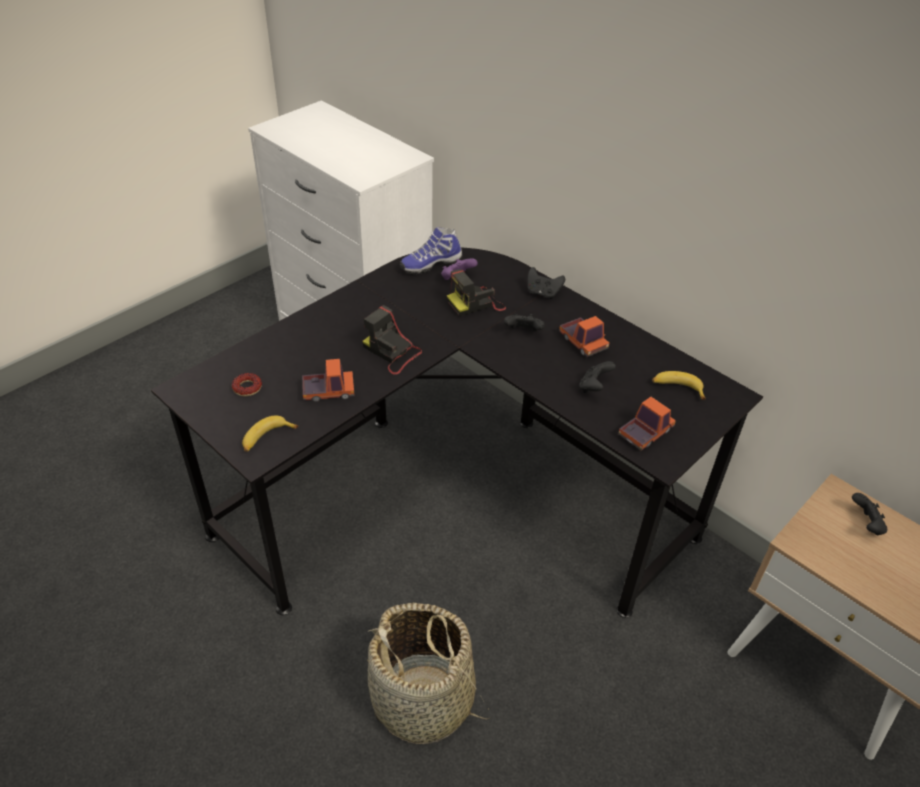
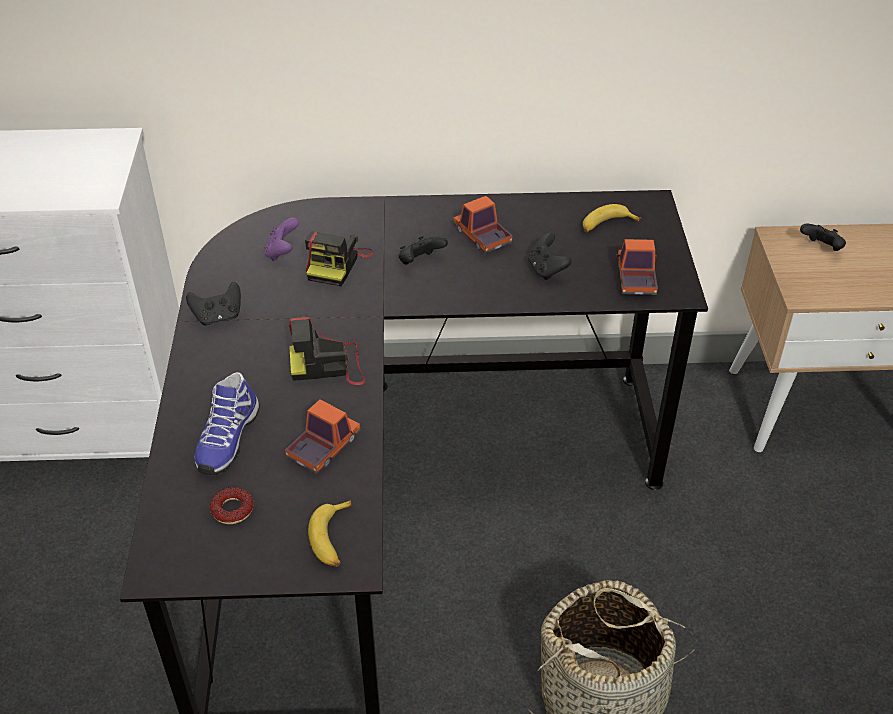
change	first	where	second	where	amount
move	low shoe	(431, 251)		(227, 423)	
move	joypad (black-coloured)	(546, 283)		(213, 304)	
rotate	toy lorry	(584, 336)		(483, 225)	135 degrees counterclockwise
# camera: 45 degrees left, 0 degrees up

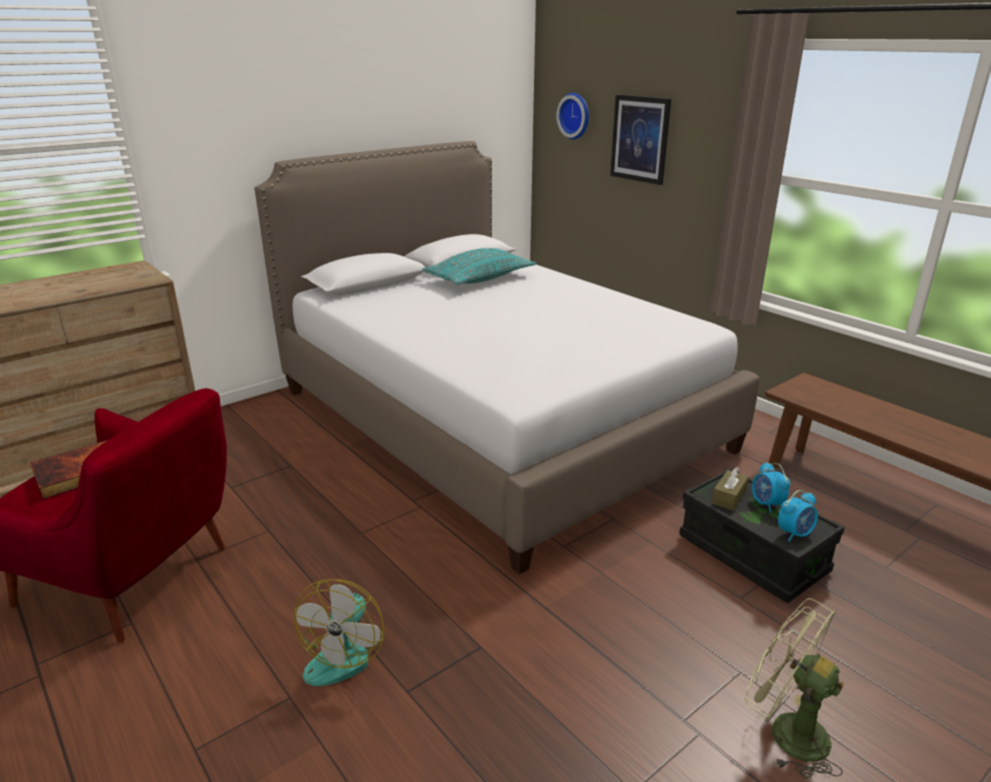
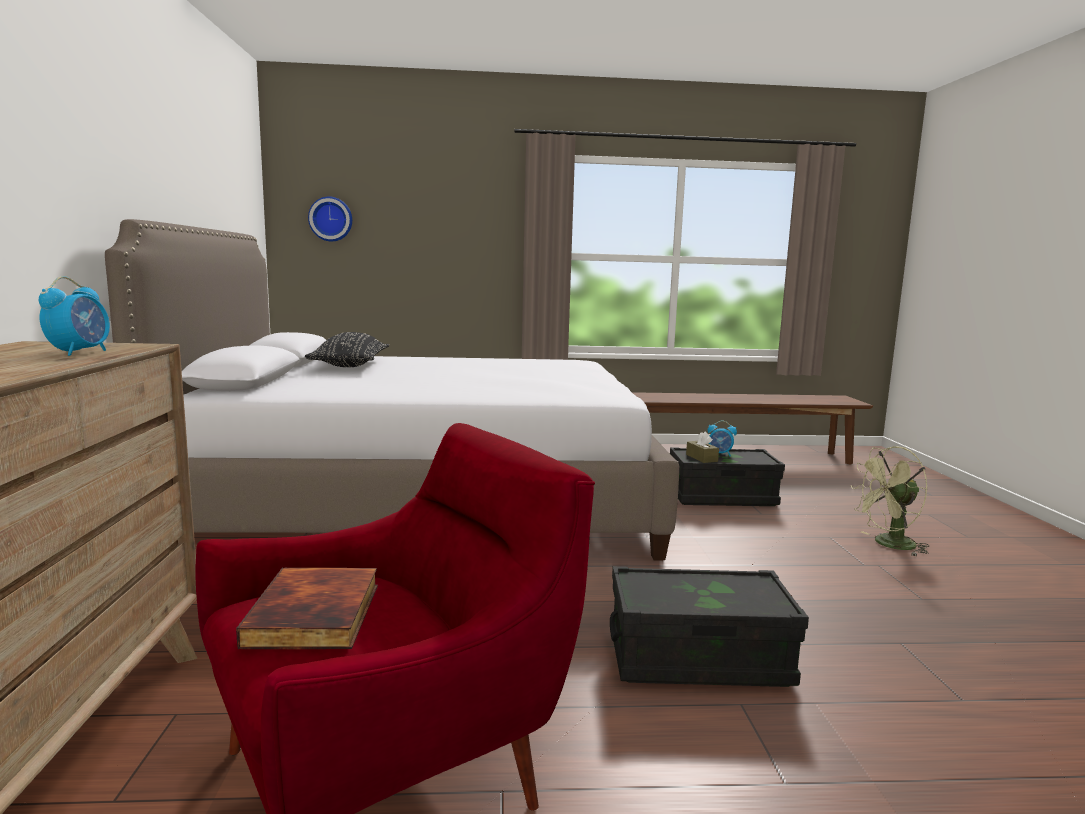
change	first	where	second	where	amount
delete	wall picture	(640, 140)			
recolor	throw pillow (blue-green)	(479, 266)	throw pillow (black-coloured)	(347, 349)	
move	bedside clock	(798, 516)		(74, 316)	
replace	fan	(339, 632)	storage box (black-coloured)	(709, 626)	
# camera: 55 degrees left, 15 degrees down

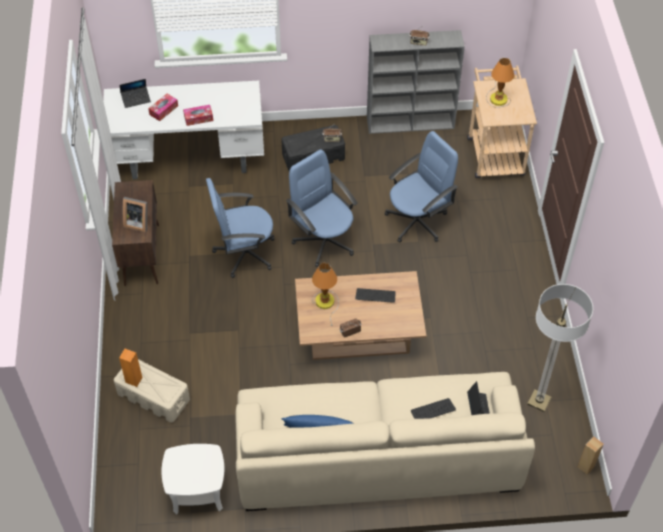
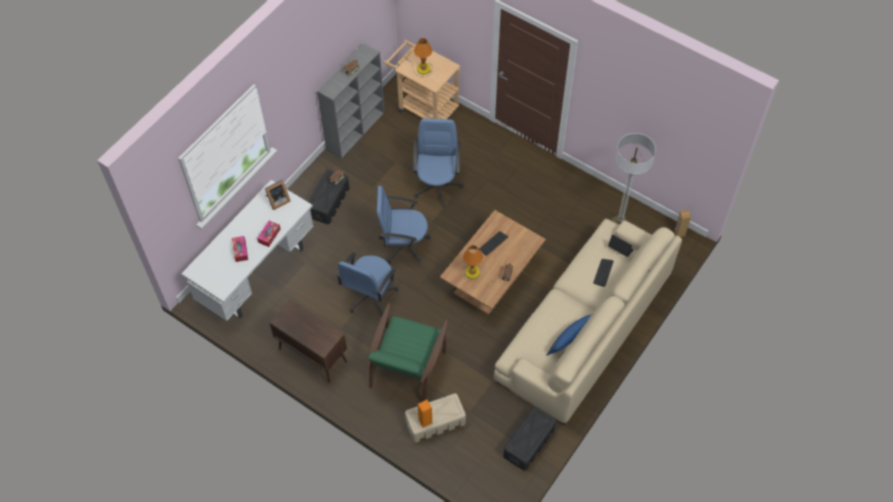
change	first	where	second	where	amount
delete	portable computer	(135, 93)			
move	picture frame	(135, 215)		(277, 194)	
replace	end table (whitish)	(192, 479)	storage box (black-coloured)	(530, 439)	
insert			lounge chair (green-coloured)	(407, 352)	
# camera: 50 degrees left, 5 degrees up

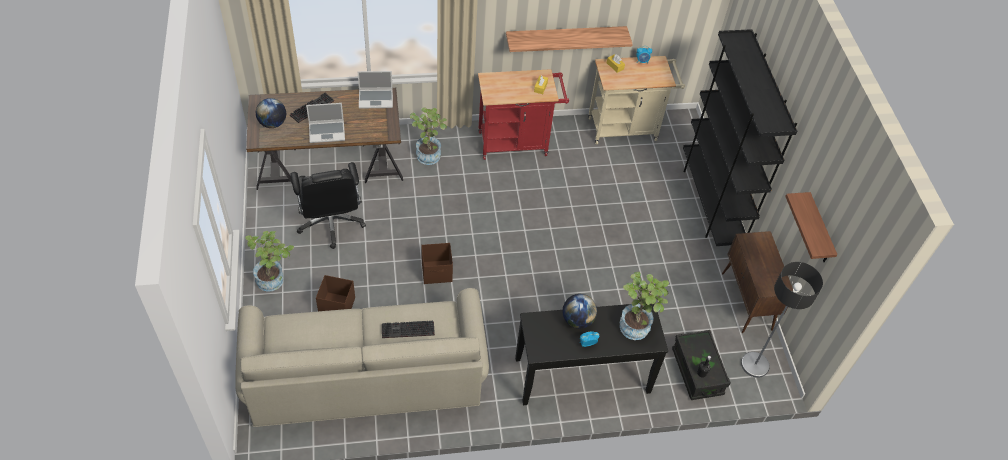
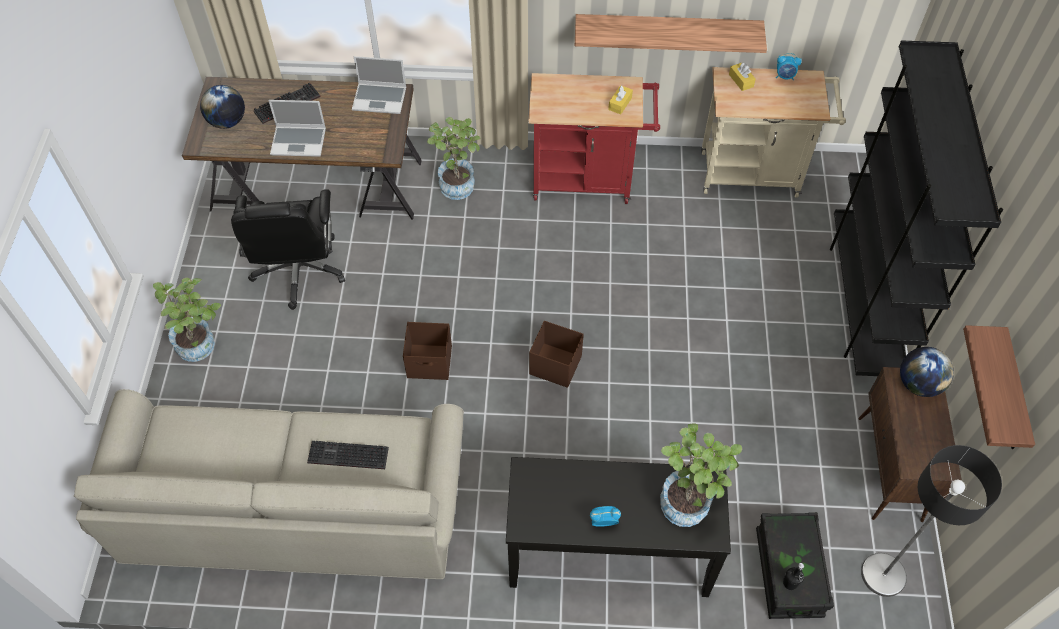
change	first	where	second	where	amount
move	storage box (brown)	(335, 293)		(556, 354)	
move	globe	(579, 311)		(927, 372)	
# camera: 15 degrees right, 5 degrees up

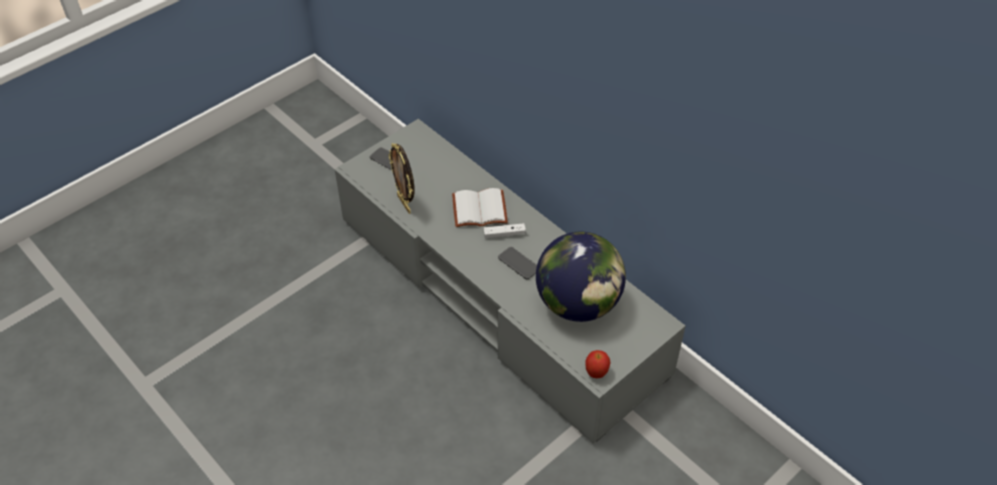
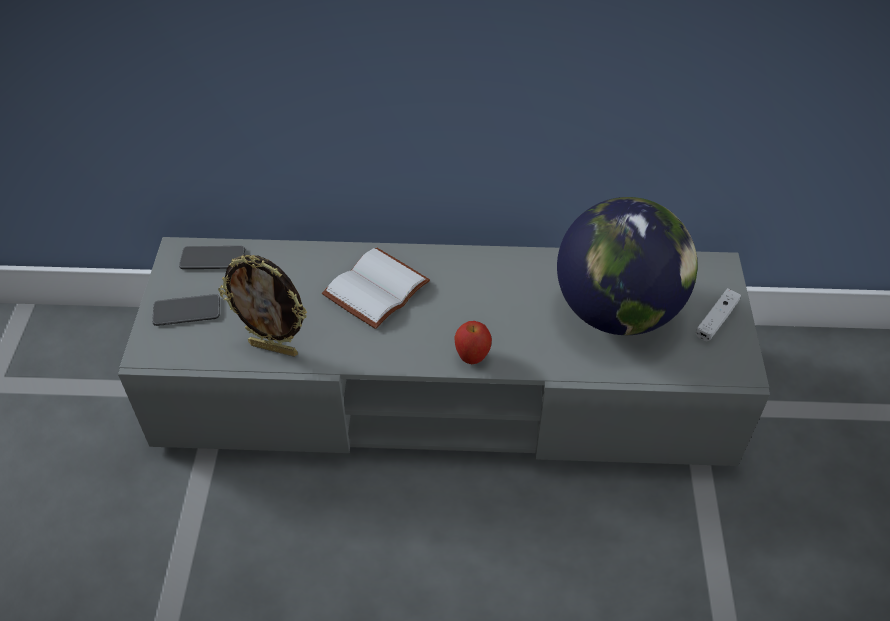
change	first	where	second	where	amount
move	joypad (whitish)	(504, 231)		(718, 314)	
move	phone	(517, 263)		(212, 257)	
move	apple fruit	(597, 364)		(473, 342)	
# camera: 45 degrees left, 0 degrees up

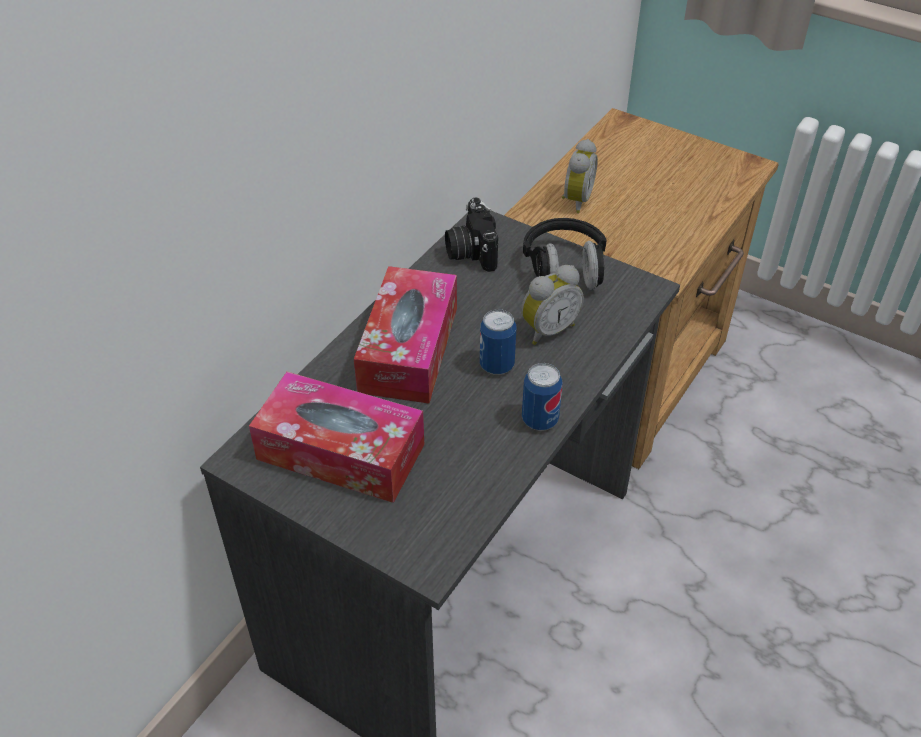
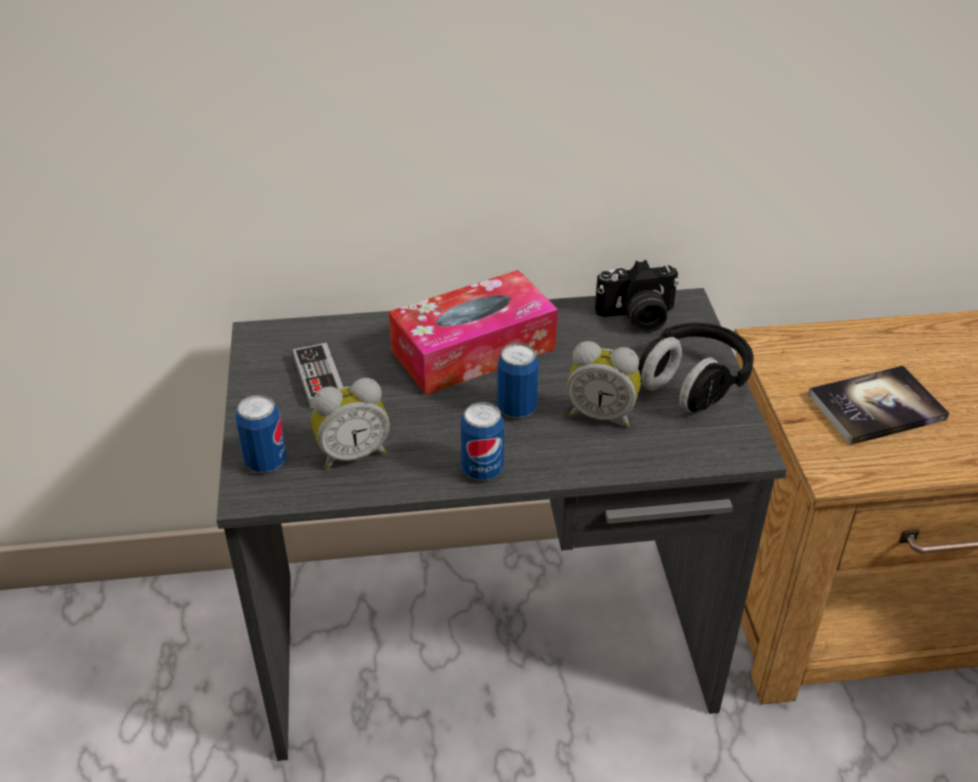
change	first	where	second	where	amount
move	bedside clock	(580, 176)		(350, 423)	
rotate	photo camera	(471, 234)		(637, 296)	135 degrees counterclockwise
replace	tissue box	(336, 437)	joypad	(318, 375)	
insert			volume	(878, 405)	
insert			can	(260, 434)	
# camera: 50 degrees right, 5 degrees down

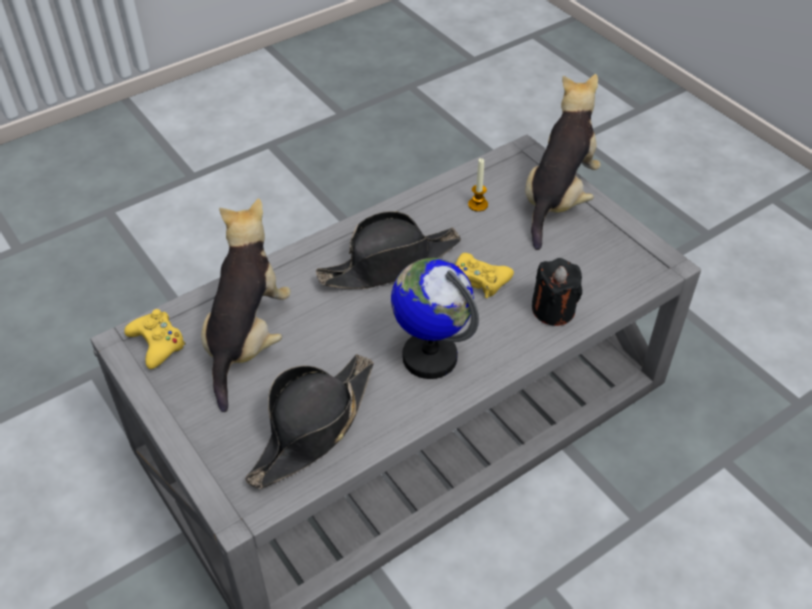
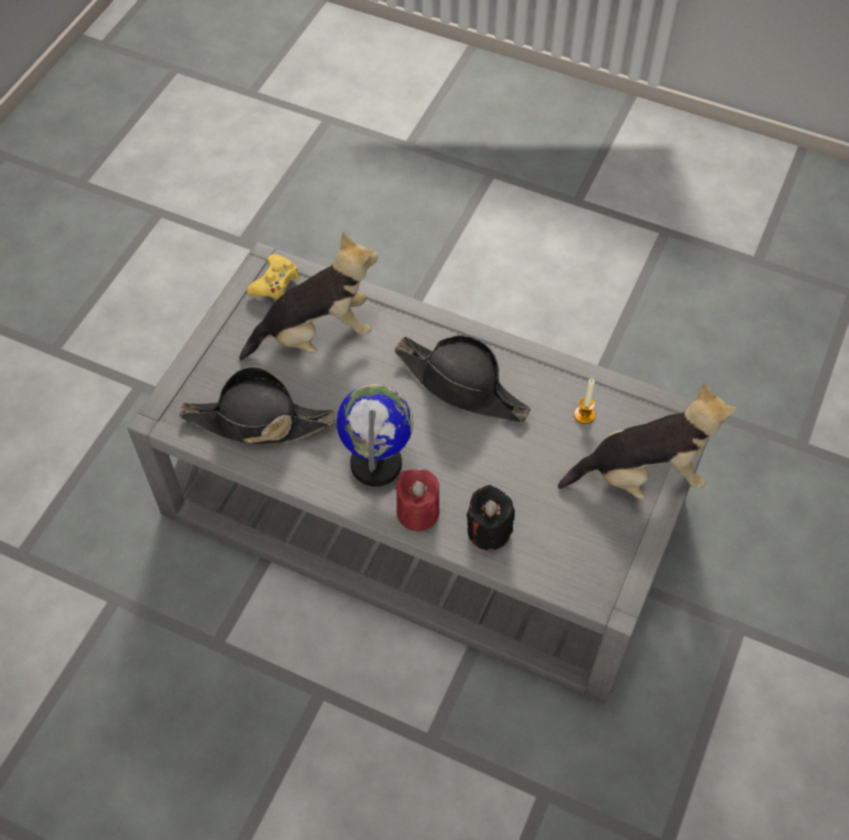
change	first	where	second	where	amount
delete	joypad (yellowish)	(484, 275)			
insert			wax light (red)	(417, 500)	
# camera: 60 degrees right, 10 degrees up

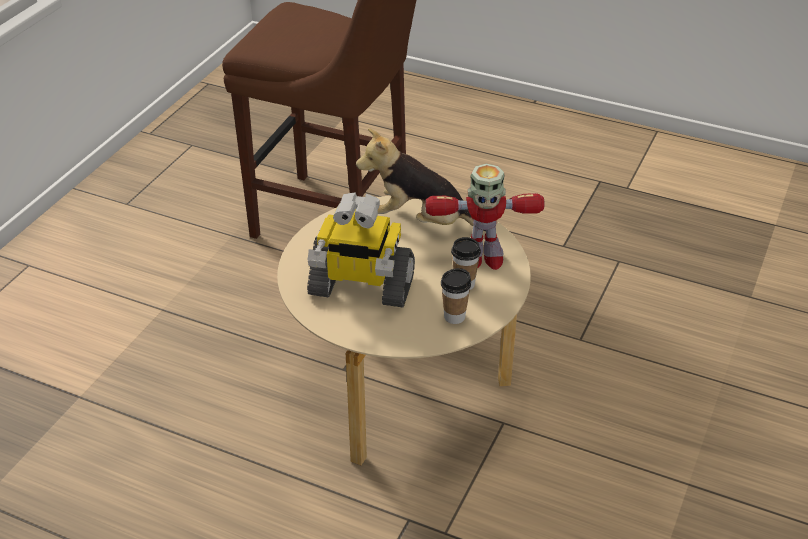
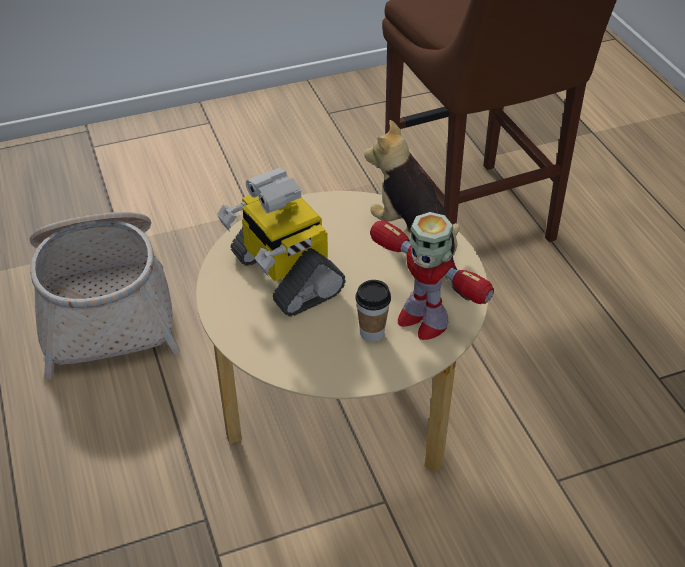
change	first	where	second	where	amount
delete	drinking cup	(456, 296)			
insert			household basket	(105, 296)	
# camera: 45 degrees right, 5 degrees up

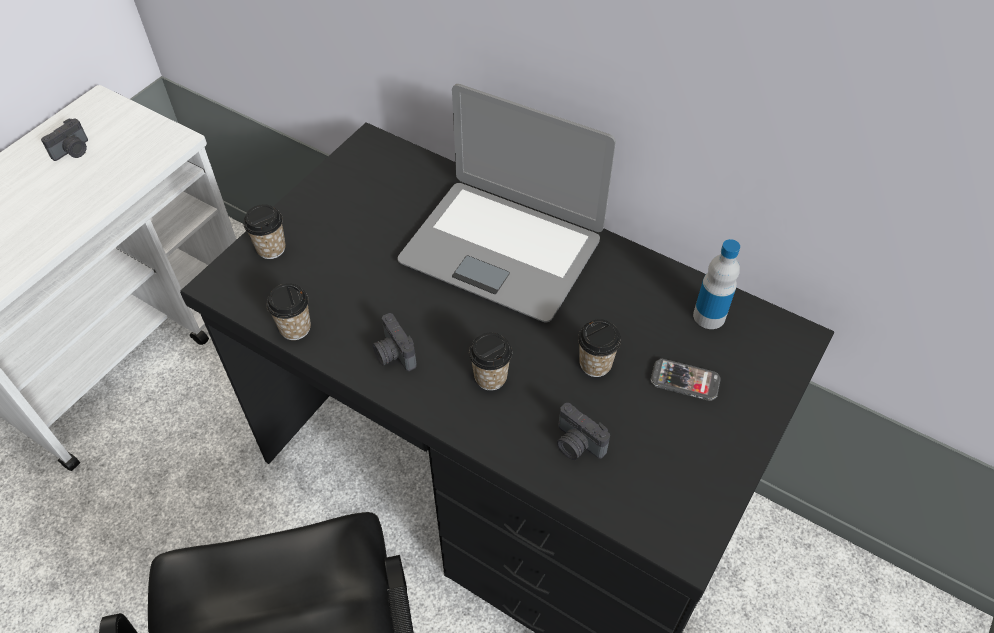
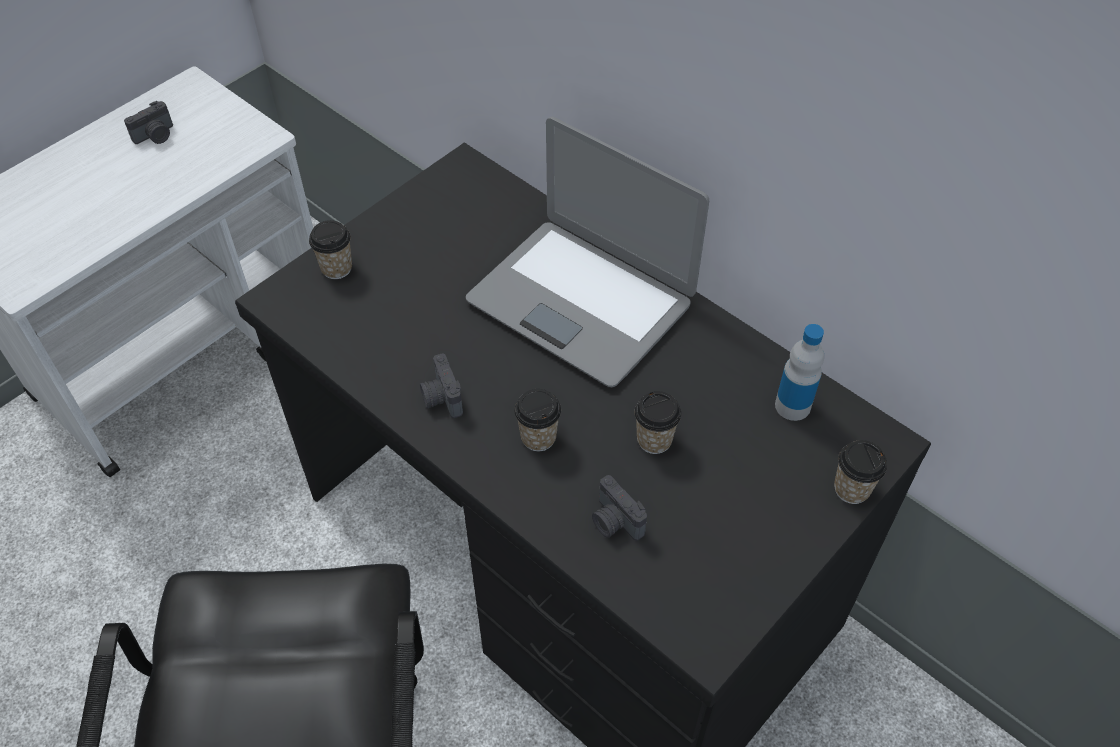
change	first	where	second	where	amount
move	drinking cup	(288, 311)		(860, 472)	
delete	phone	(685, 379)			
# camera: 10 degrees right, 0 degrees up

